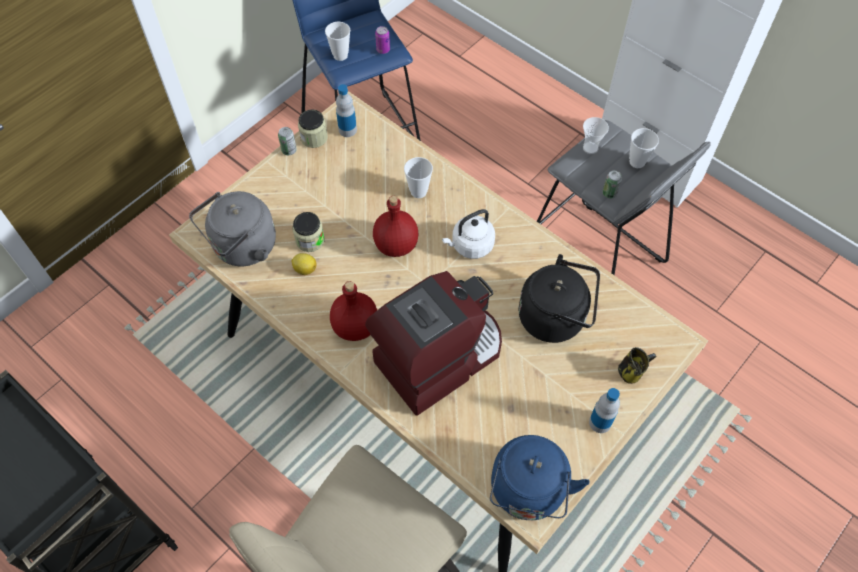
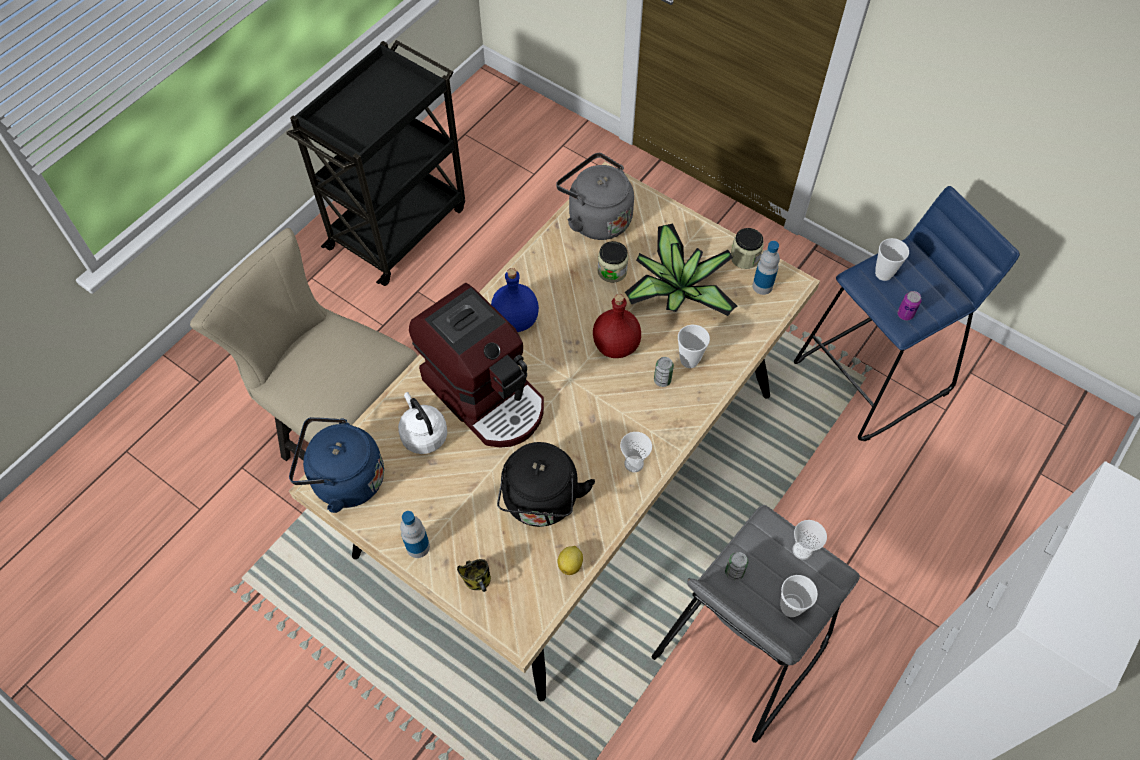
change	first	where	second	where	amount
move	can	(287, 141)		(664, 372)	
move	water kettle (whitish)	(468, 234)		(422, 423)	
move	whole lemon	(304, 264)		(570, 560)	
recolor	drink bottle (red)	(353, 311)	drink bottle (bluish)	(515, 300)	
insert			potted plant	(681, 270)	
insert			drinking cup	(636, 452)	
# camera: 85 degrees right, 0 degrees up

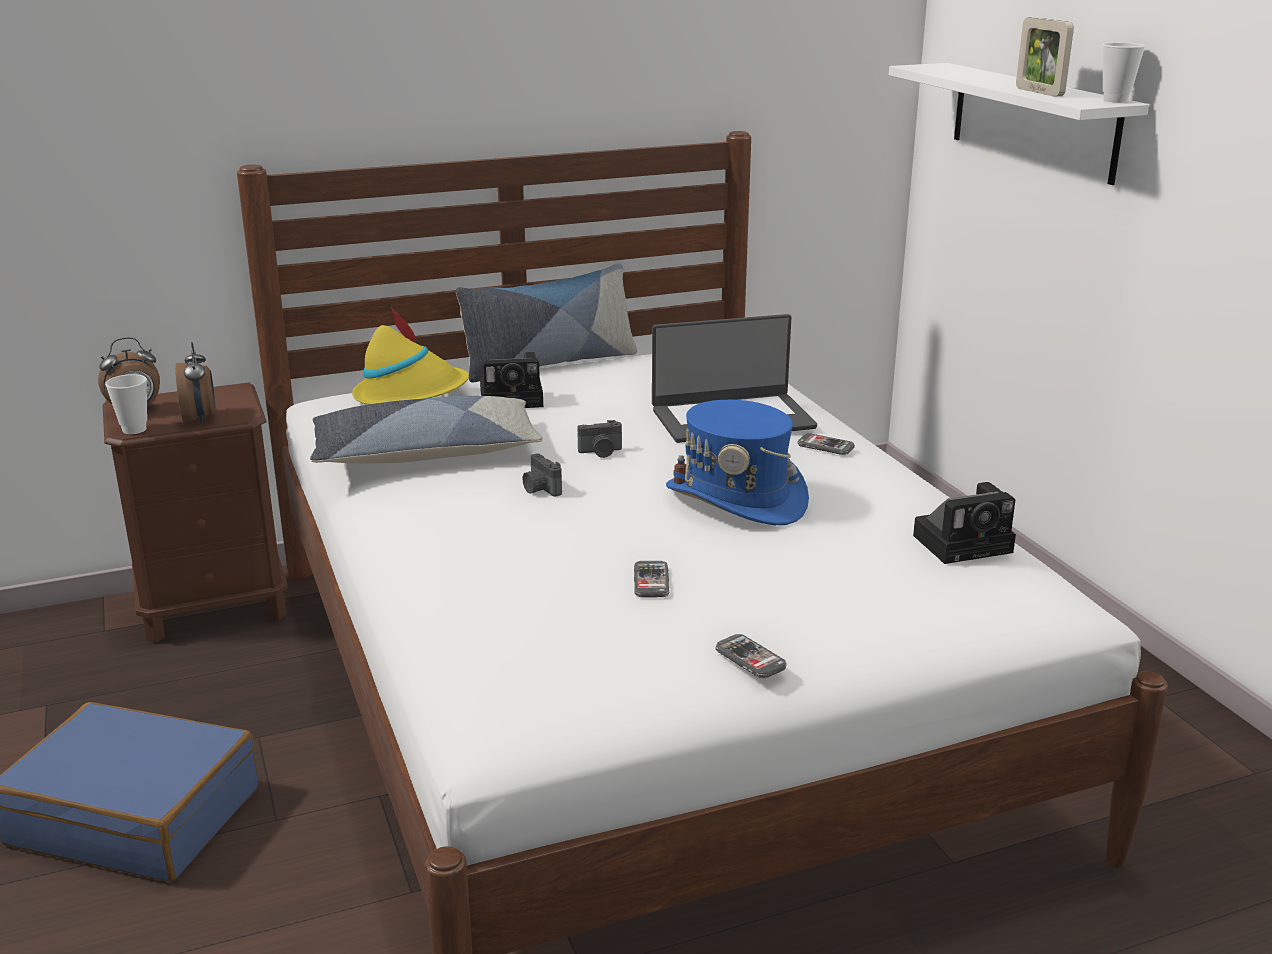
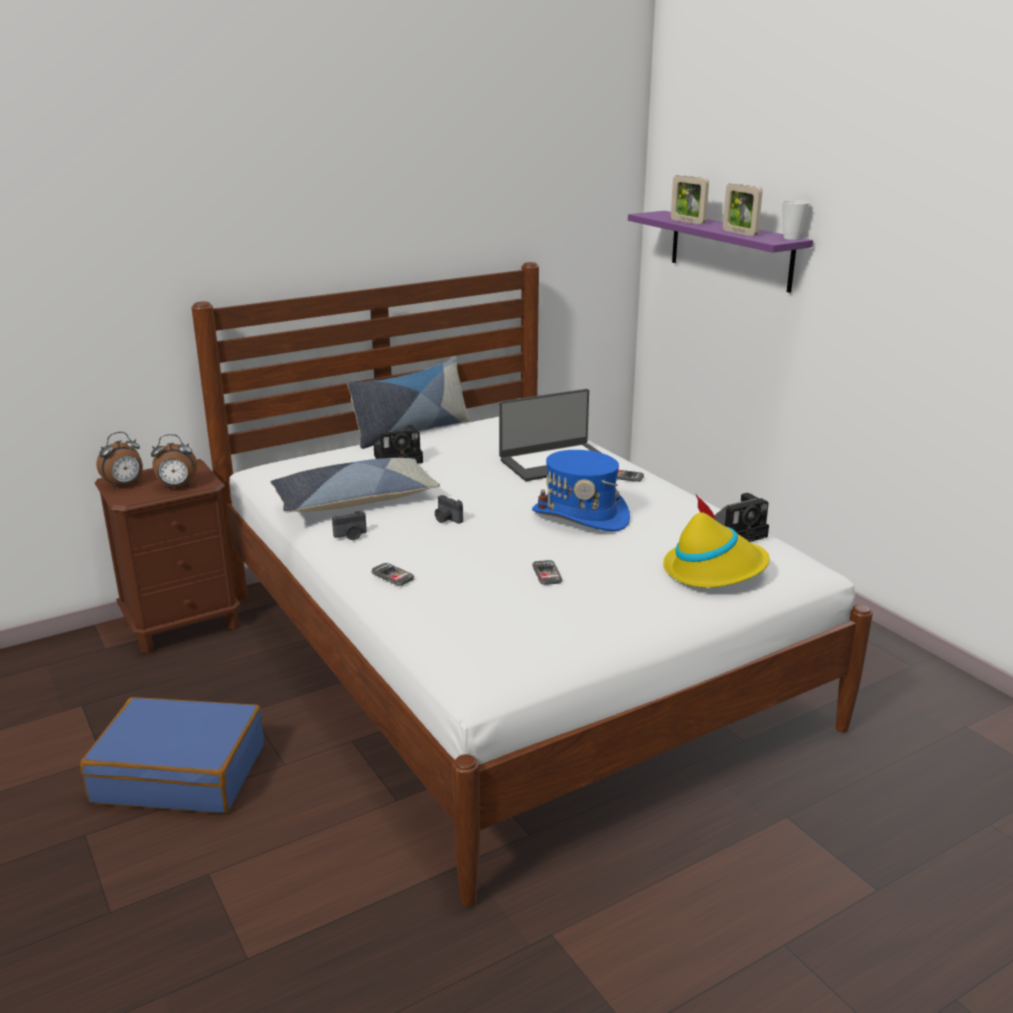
change	first	where	second	where	amount
recolor	wall shelf (whitish)	(1019, 124)	wall shelf (purple)	(720, 252)	
move	hat (yellowish)	(410, 356)		(716, 541)	
rotate	bedside clock	(195, 383)		(174, 461)	105 degrees clockwise
delete	drinking cup	(126, 404)			
move	photo camera	(599, 439)		(349, 525)	
move	phone	(751, 656)		(392, 574)	
insert			picture frame	(690, 199)	
# camera: 10 degrees left, 0 degrees up

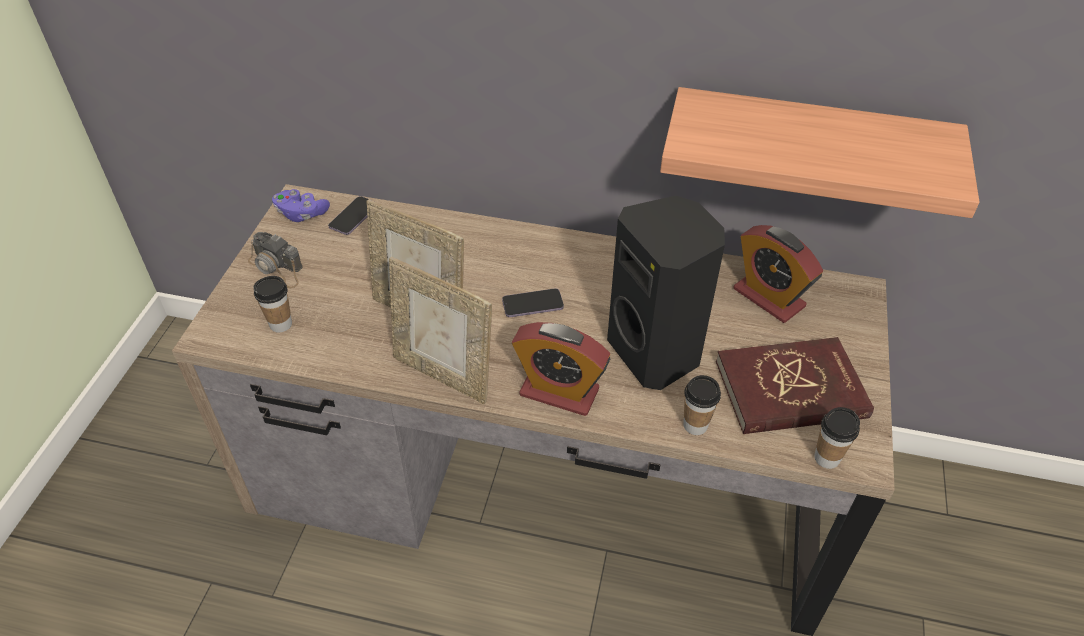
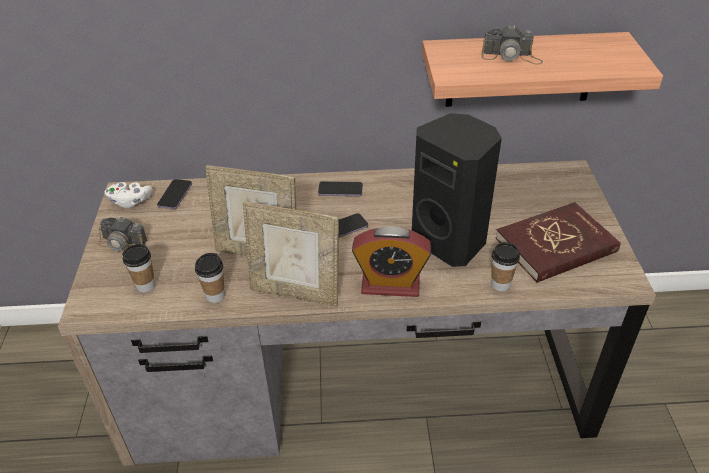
change	first	where	second	where	amount
recolor	joypad (purple)	(301, 205)	joypad (whitish)	(129, 195)	
delete	bedside clock	(778, 274)			
move	drinking cup	(837, 438)		(210, 278)	
insert			photo camera	(512, 45)	
insert			phone	(340, 188)	
# camera: 15 degrees left, 5 degrees down

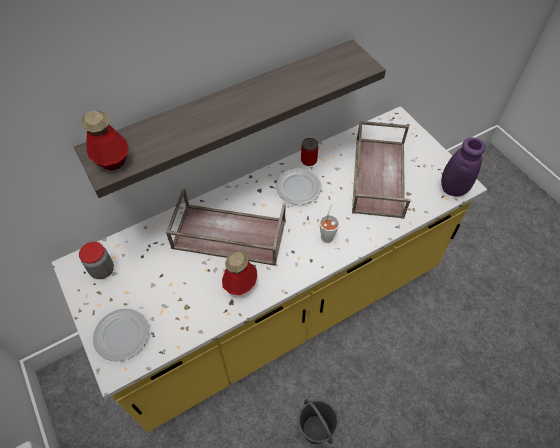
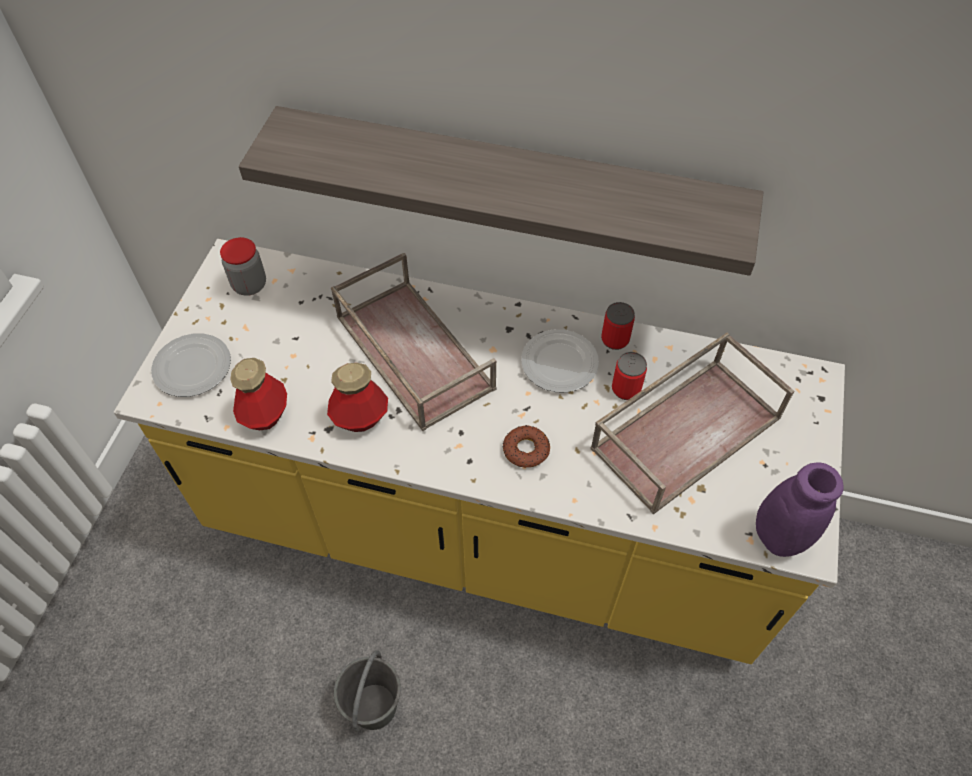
change	first	where	second	where	amount
move	drink bottle	(105, 141)		(258, 394)	
replace	drinking cup (whitish)	(329, 223)	donut	(526, 446)	
insert			can	(629, 376)	
# camera: 45 degrees right, 0 degrees up

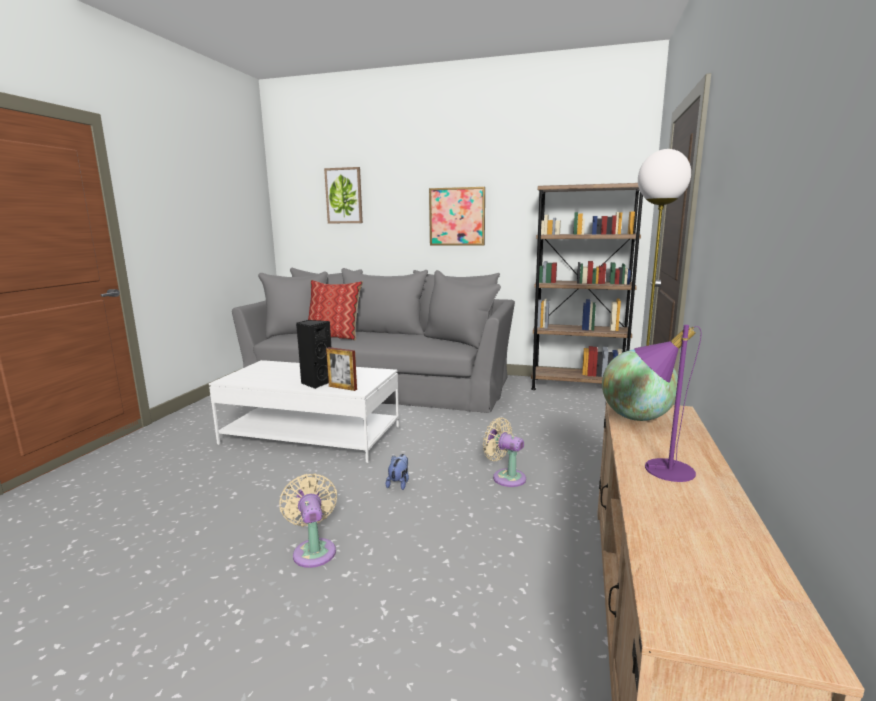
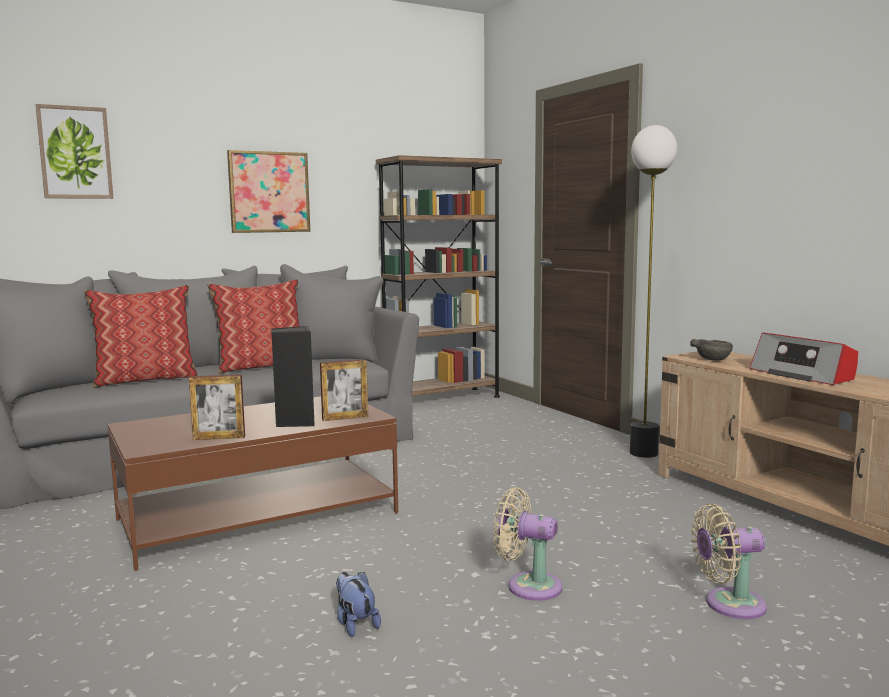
change	first	where	second	where	amount
replace	table lamp (purple)	(668, 403)	radio	(804, 358)	
replace	globe	(640, 385)	deep dish (greyish)	(711, 350)	
recolor	coffee table (whitish)	(304, 411)	coffee table (brown)	(252, 483)	
move	fan (beige)	(504, 452)		(729, 561)	
move	soft toy	(397, 472)		(358, 604)	
insert			throw pillow	(253, 326)	
insert			picture frame	(217, 407)	
# camera: 45 degrees left, 5 degrees down

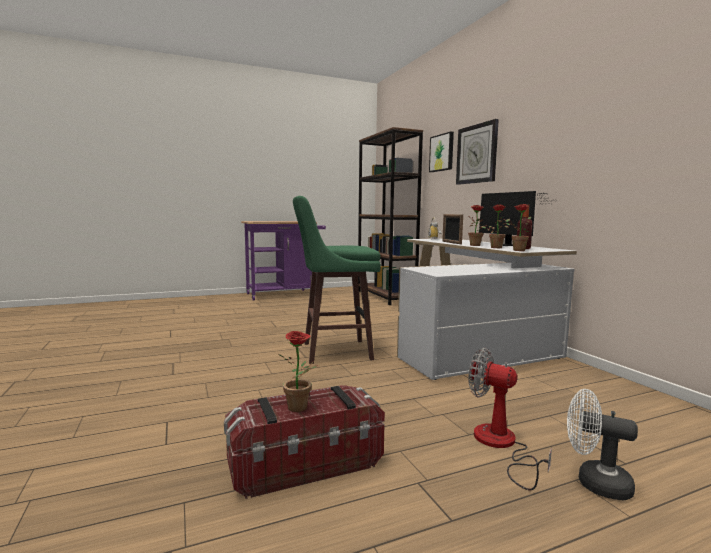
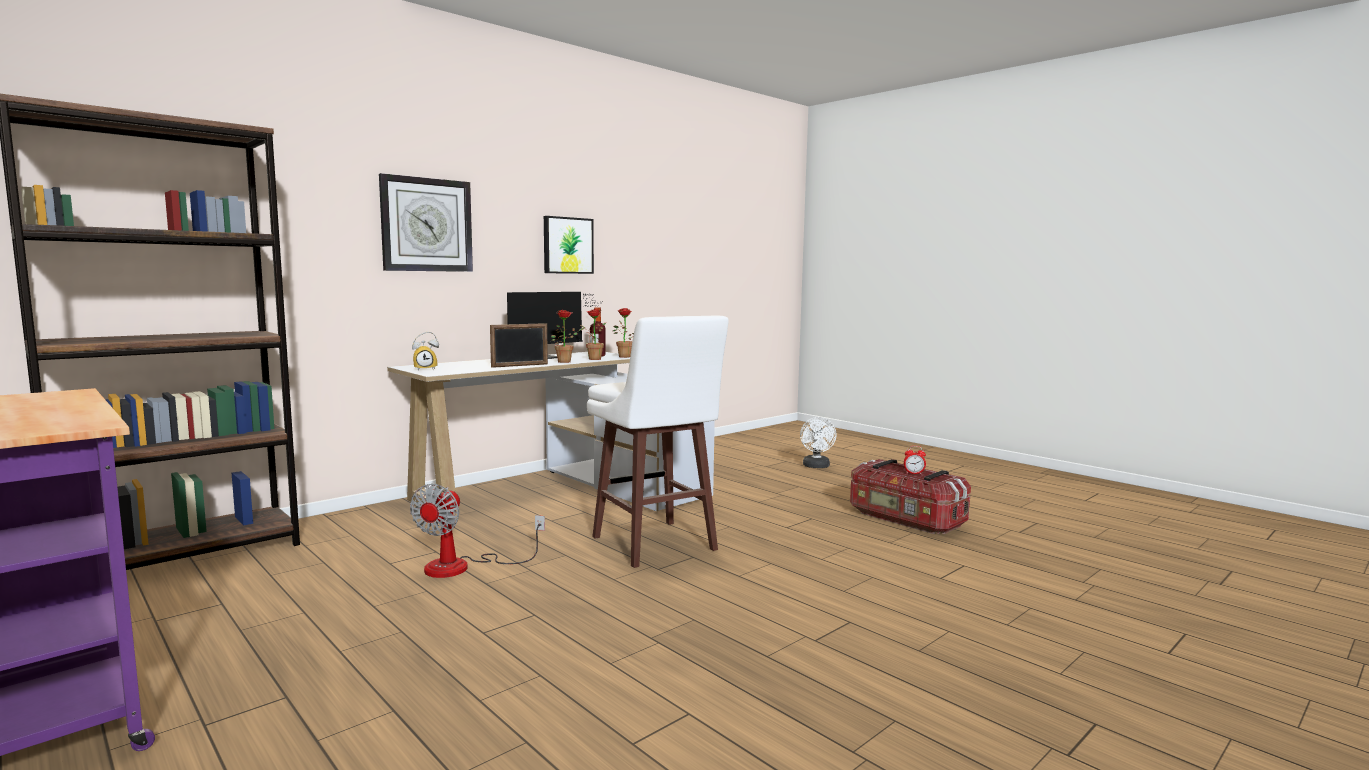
change	first	where	second	where	amount
move	wall picture	(441, 152)		(569, 245)	
recolor	stool seat (green-coloured)	(337, 280)	stool seat (whitish)	(658, 442)	
replace	potted plant	(298, 371)	bedside clock	(915, 460)	
move	fan	(510, 419)		(477, 530)	
# camera: 110 degrees left, 0 degrees up

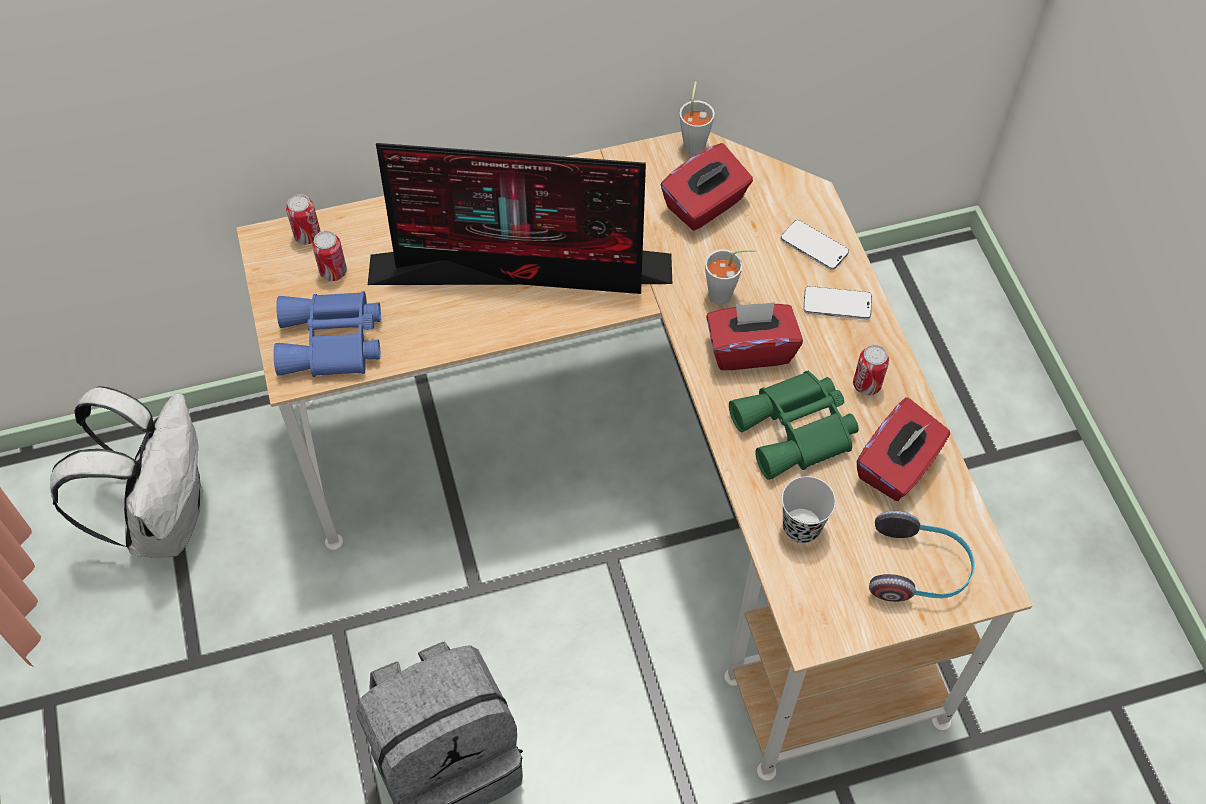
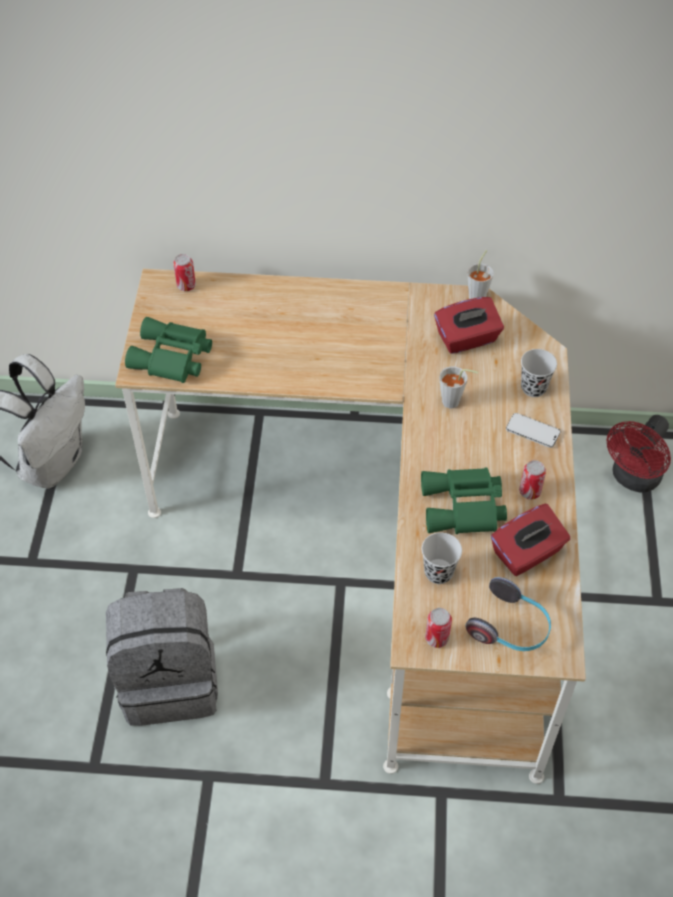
change	first	where	second	where	amount
delete	monitor	(520, 218)			
replace	phone	(815, 245)	drinking cup (black-coloured)	(539, 373)	
move	can	(329, 256)		(438, 628)	
recolor	binoculars (bluish)	(327, 334)	binoculars (green-coloured)	(168, 350)	
delete	tissue box (red)	(754, 336)			
insert			fan (red)	(639, 453)	
# camera: 20 degrees right, 5 degrees down

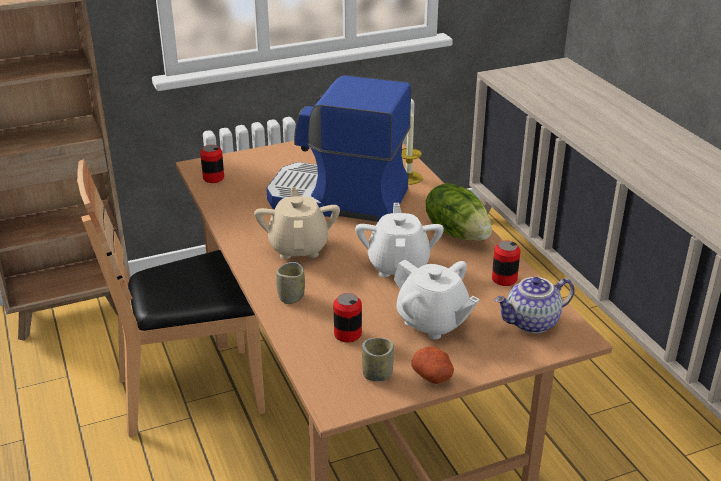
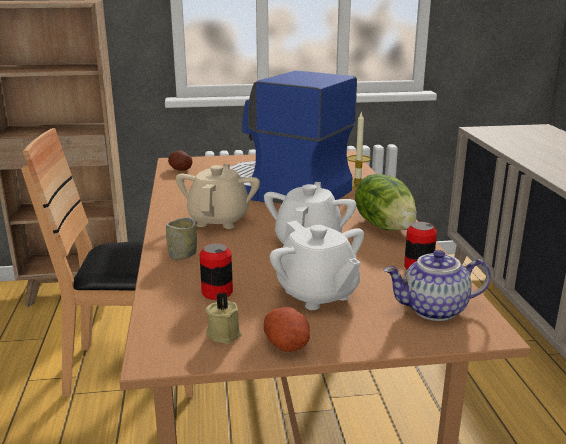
change	first	where	second	where	amount
replace	can	(212, 164)	spud	(180, 160)	
replace	drinking cup	(378, 359)	wax light (beige)	(223, 318)	
# camera: 15 degrees right, 10 degrees down

